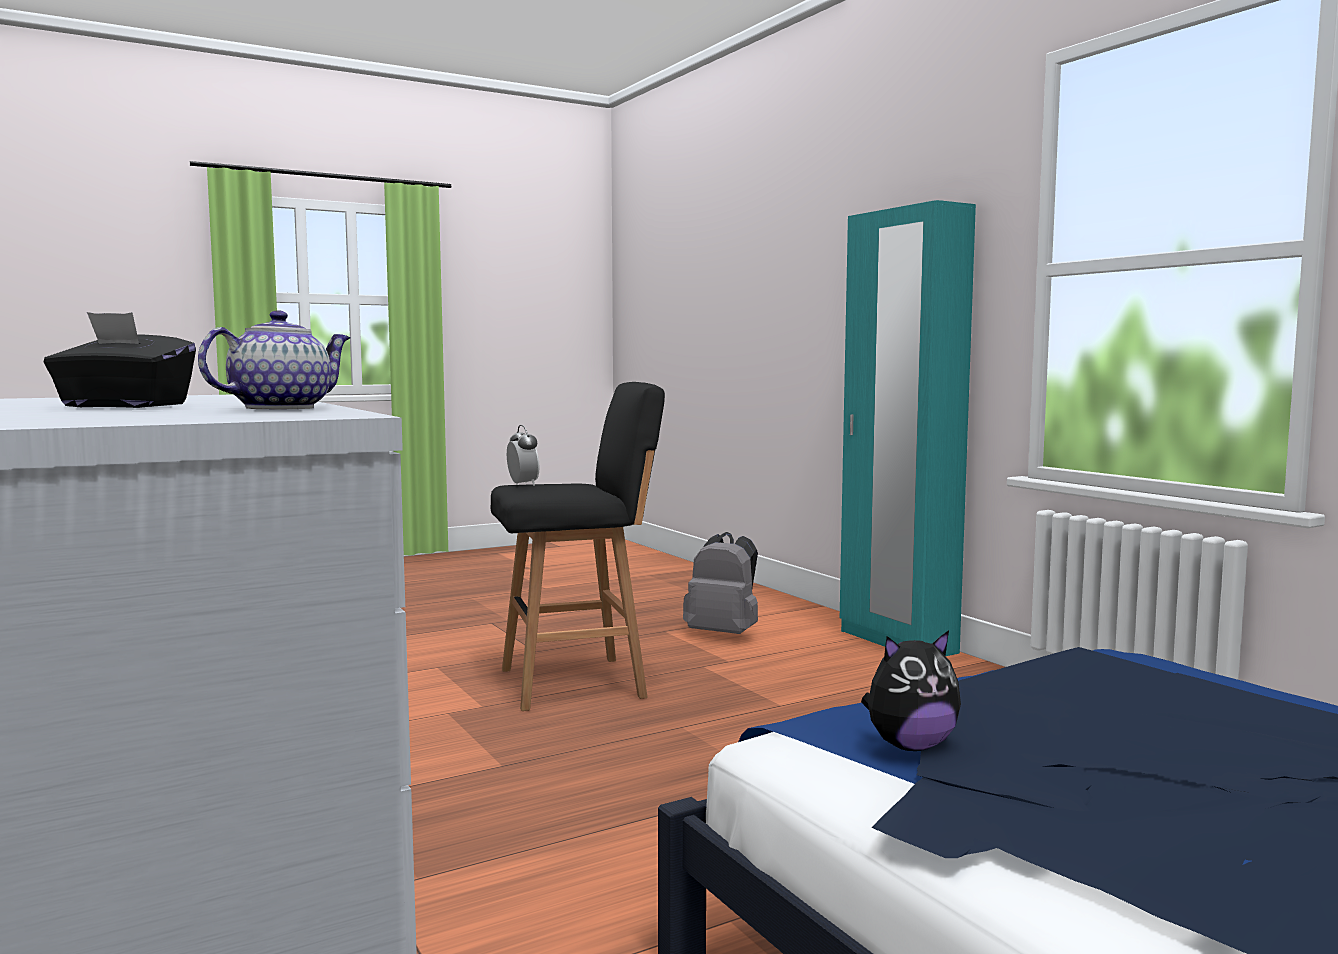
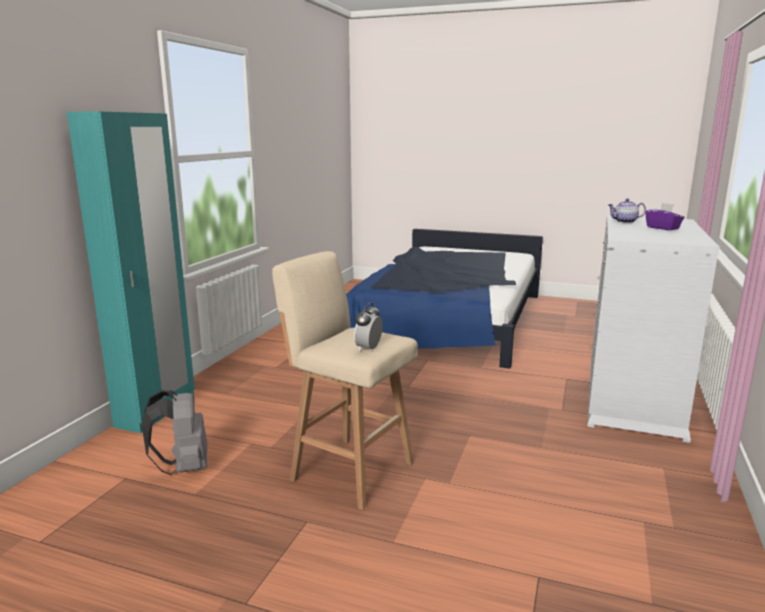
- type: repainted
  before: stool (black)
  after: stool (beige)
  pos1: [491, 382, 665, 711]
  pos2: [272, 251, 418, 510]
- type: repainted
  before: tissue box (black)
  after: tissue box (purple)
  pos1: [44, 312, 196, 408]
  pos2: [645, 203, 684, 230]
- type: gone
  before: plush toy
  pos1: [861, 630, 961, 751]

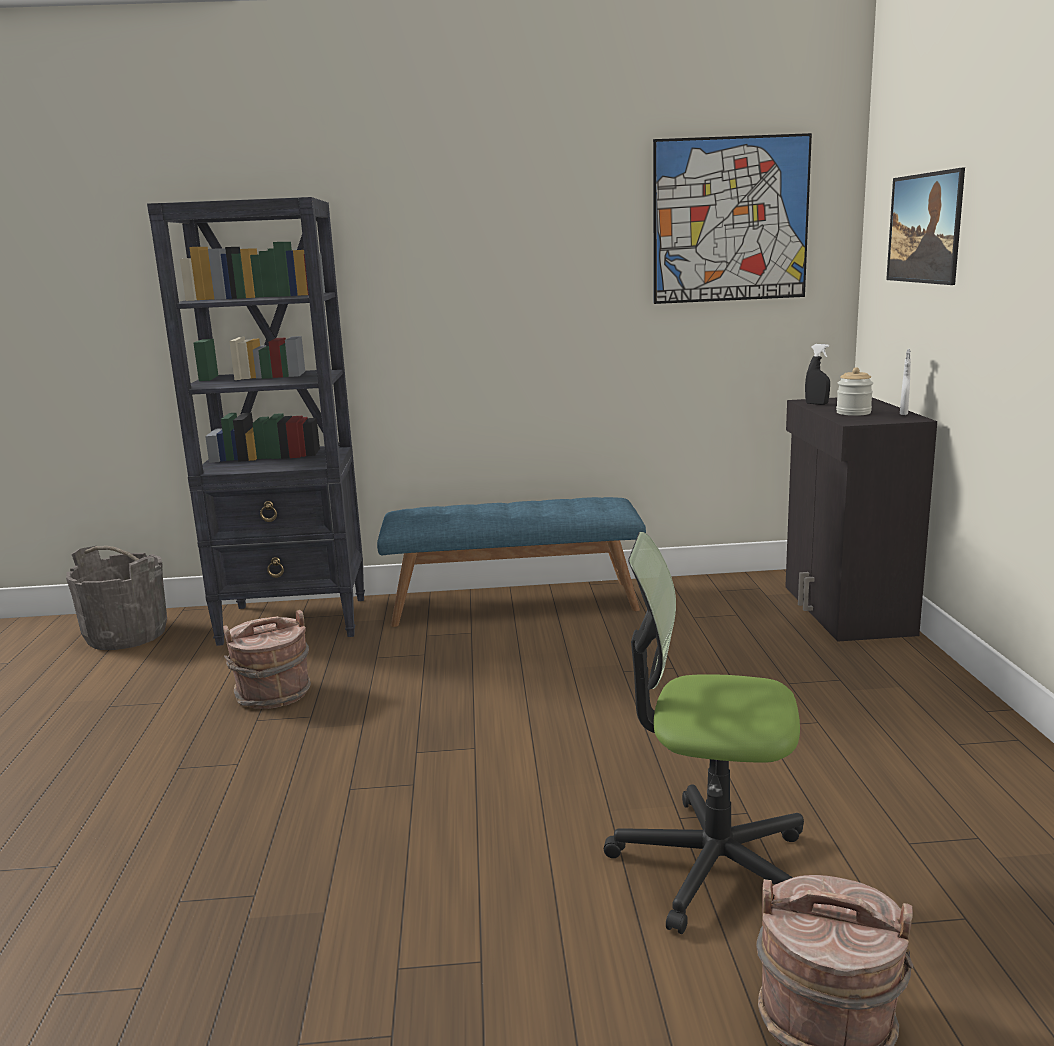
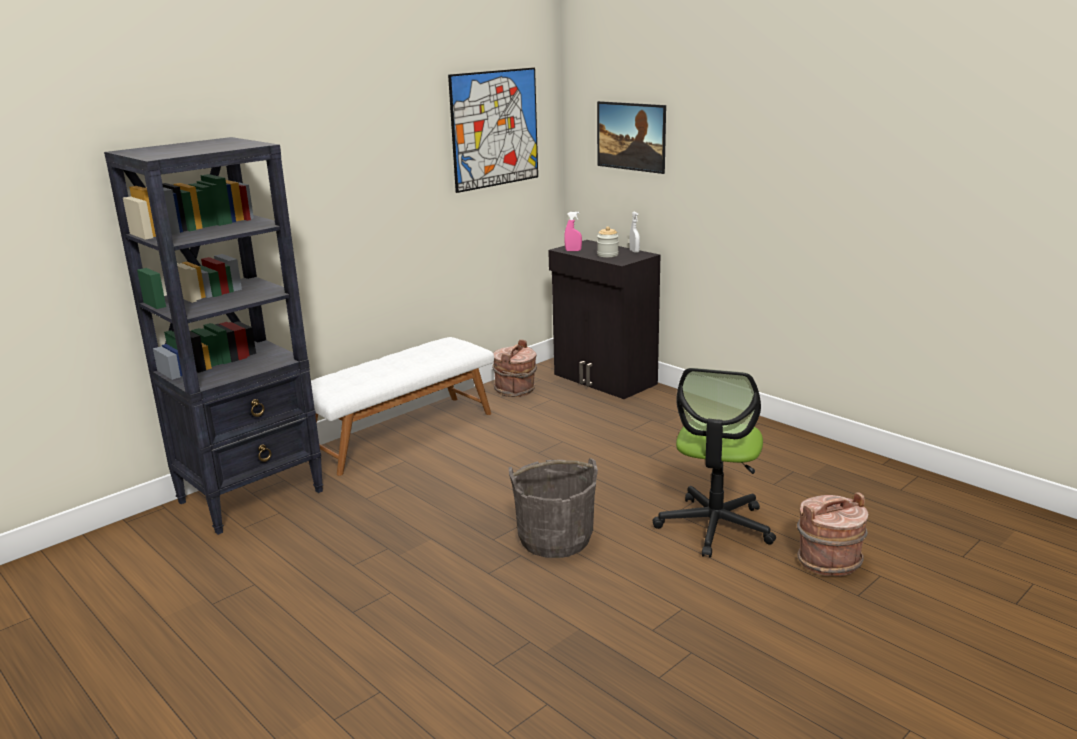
- type: repainted
  before: bench (blue)
  after: bench (white)
  pos1: [377, 497, 646, 627]
  pos2: [311, 337, 494, 476]
- type: shifted
  before: bucket (brown)
  pos1: [223, 610, 311, 709]
  pos2: [492, 339, 537, 397]
- type: shifted
  before: bucket (grey)
  pos1: [66, 546, 167, 650]
  pos2: [509, 458, 598, 558]
- type: repainted
  before: spray bottle (black)
  after: spray bottle (pink)
  pos1: [805, 344, 830, 405]
  pos2: [564, 212, 582, 251]
- type: rotated
  before: office chair
  pos1: [604, 532, 804, 934]
  pos2: [652, 368, 776, 558]
  turn: -45

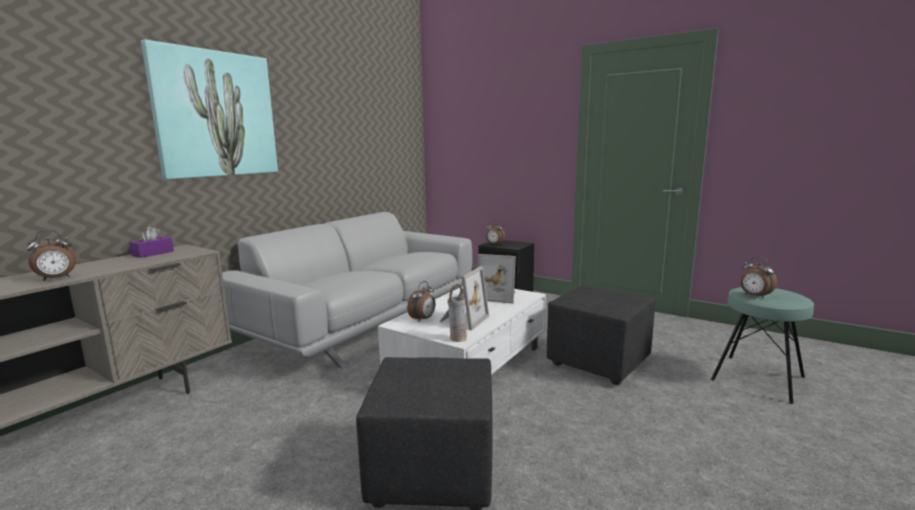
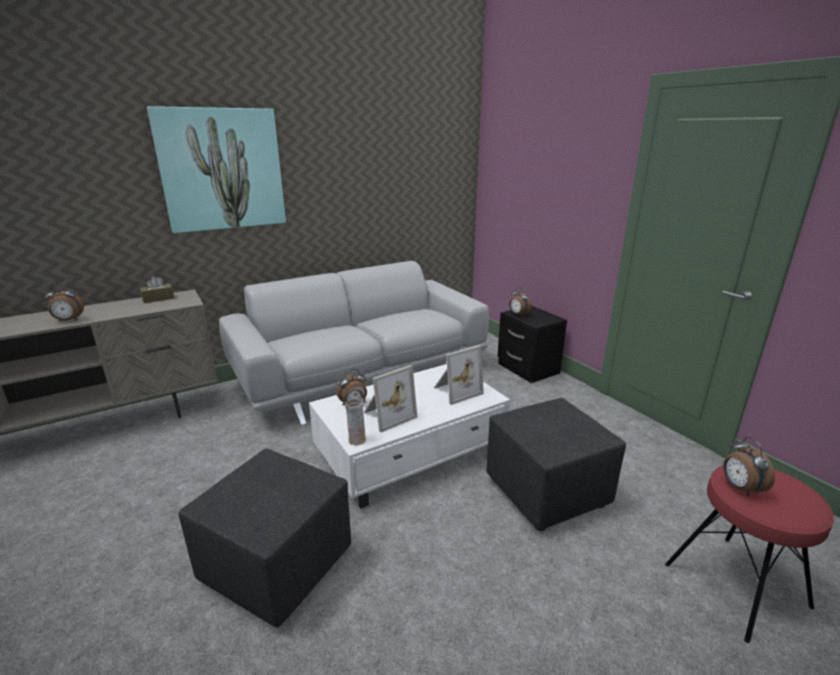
- type: repainted
  before: tissue box (purple)
  after: tissue box (brown)
  pos1: [129, 226, 174, 258]
  pos2: [140, 276, 174, 303]
- type: rotated
  before: picture frame
  pos1: [478, 254, 516, 304]
  pos2: [434, 345, 484, 405]
  turn: -75
- type: repainted
  before: stool (turquoise)
  after: stool (red)
  pos1: [711, 287, 814, 404]
  pos2: [665, 465, 834, 643]

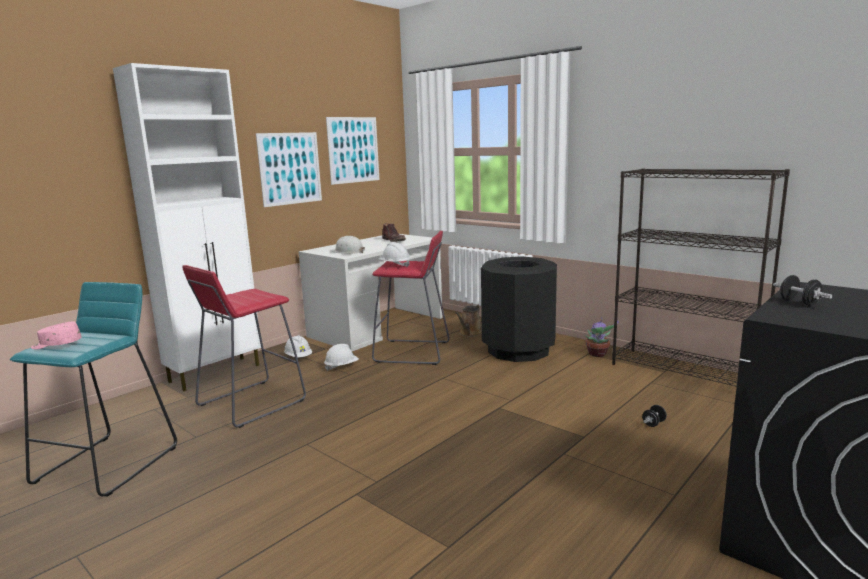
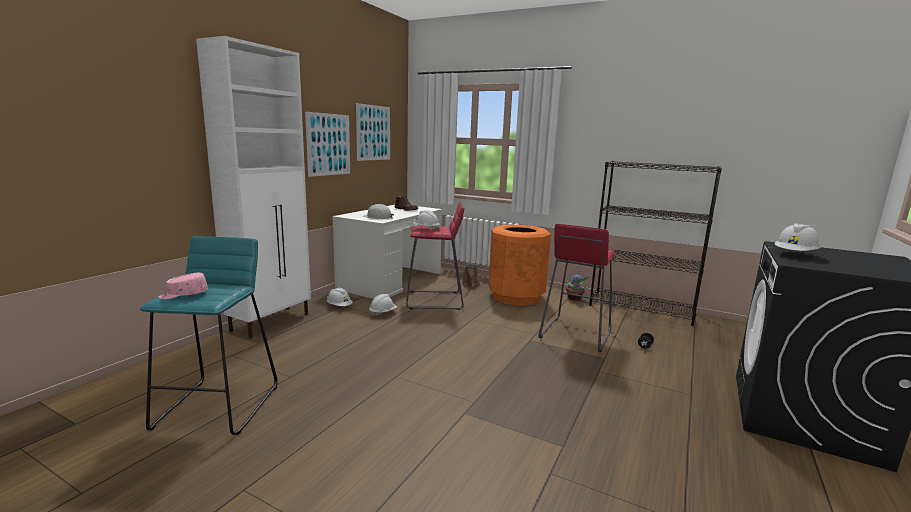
- type: repainted
  before: trash can (black)
  after: trash can (orange)
  pos1: [481, 257, 557, 362]
  pos2: [489, 224, 551, 306]
- type: shifted
  before: stool (red)
  pos1: [182, 265, 306, 428]
  pos2: [539, 224, 616, 352]
- type: swapped
  before: dumbbell (black)
  after: hard hat (white)
  pos1: [773, 275, 832, 306]
  pos2: [775, 223, 820, 252]

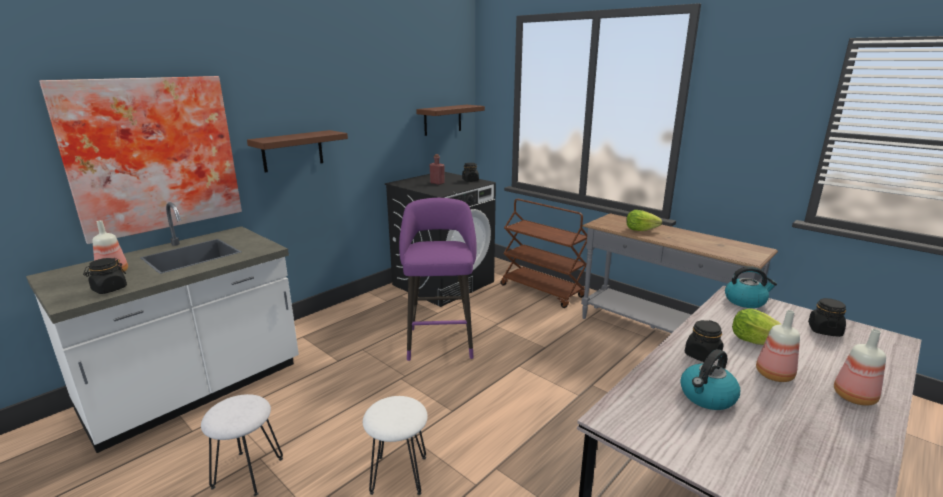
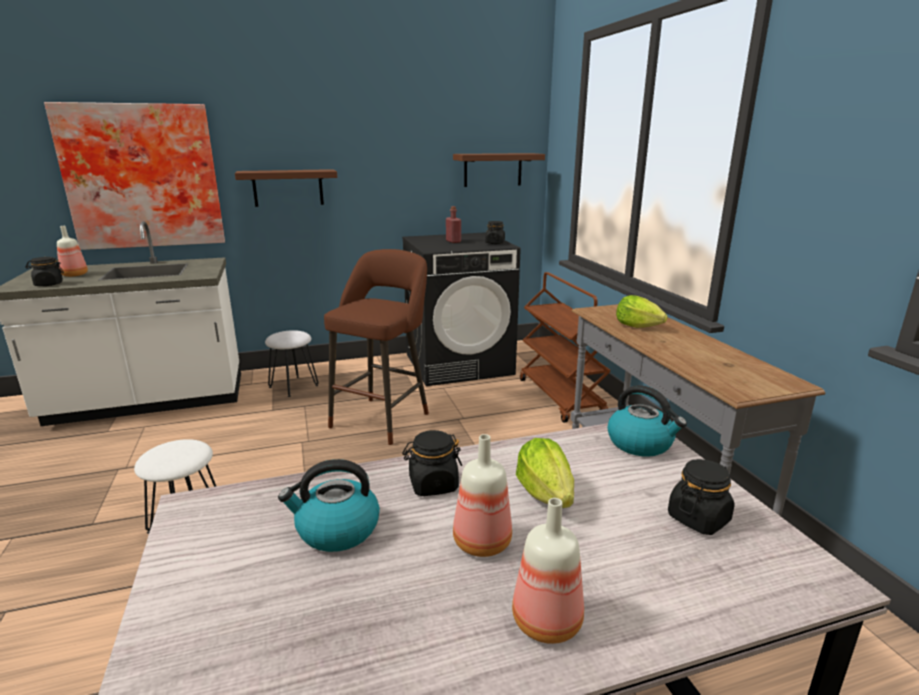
- type: shifted
  before: stool (white)
  pos1: [201, 394, 283, 496]
  pos2: [265, 330, 319, 397]
- type: repainted
  before: stool (purple)
  after: stool (brown)
  pos1: [399, 198, 477, 361]
  pos2: [324, 249, 429, 445]

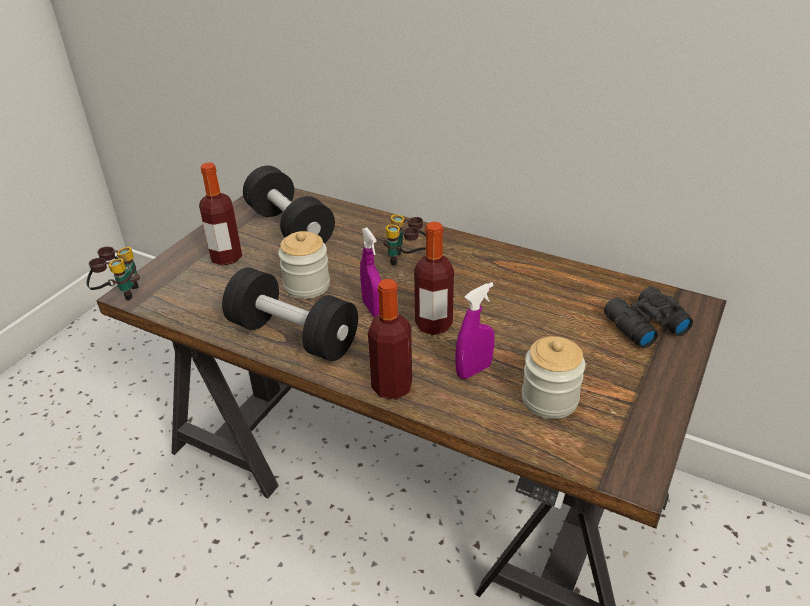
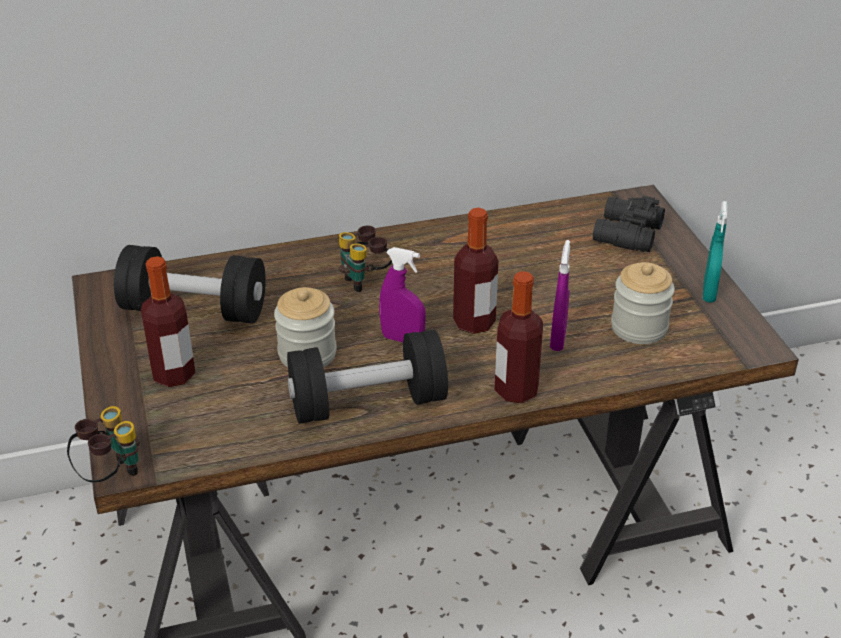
- type: new
  after: spray bottle (turquoise)
  pos2: [703, 201, 728, 302]

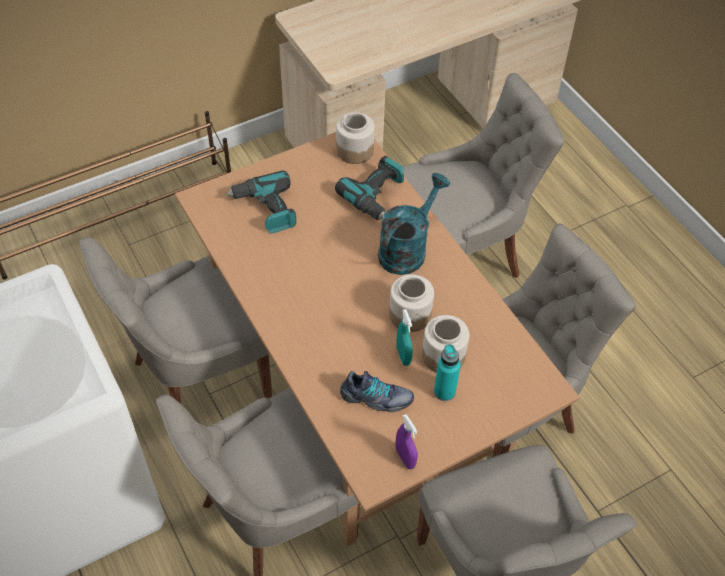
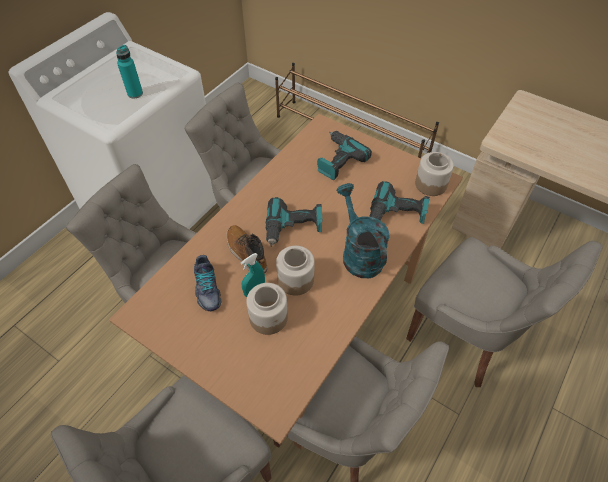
- type: shifted
  before: bottle (turquoise)
  pos1: [434, 344, 461, 401]
  pos2: [116, 45, 143, 99]
- type: new
  after: boot
  pos2: [227, 225, 268, 274]
- type: new
  after: power drill
  pos2: [265, 197, 323, 247]
- type: rotated
  before: watering can (turquoise)
  pos1: [378, 173, 450, 275]
  pos2: [336, 183, 390, 278]
  turn: -120
- type: gone
  before: spray bottle (purple)
  pos1: [395, 414, 418, 469]

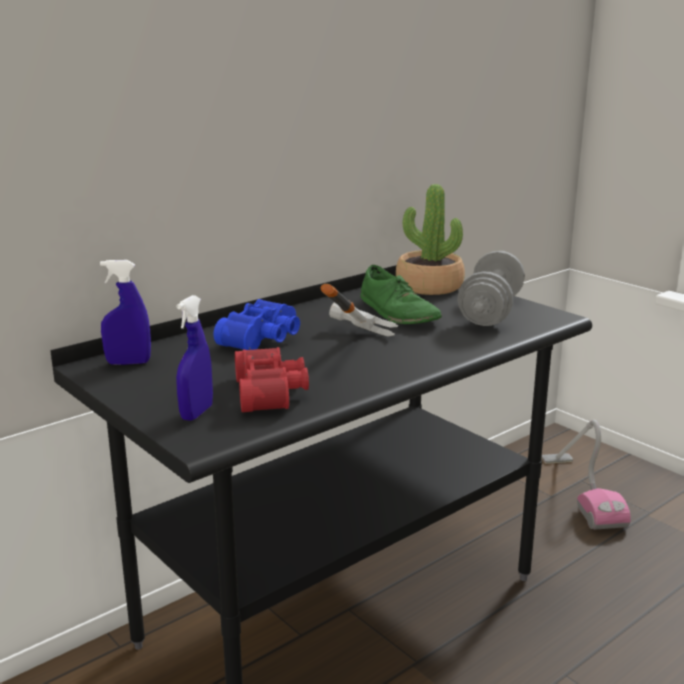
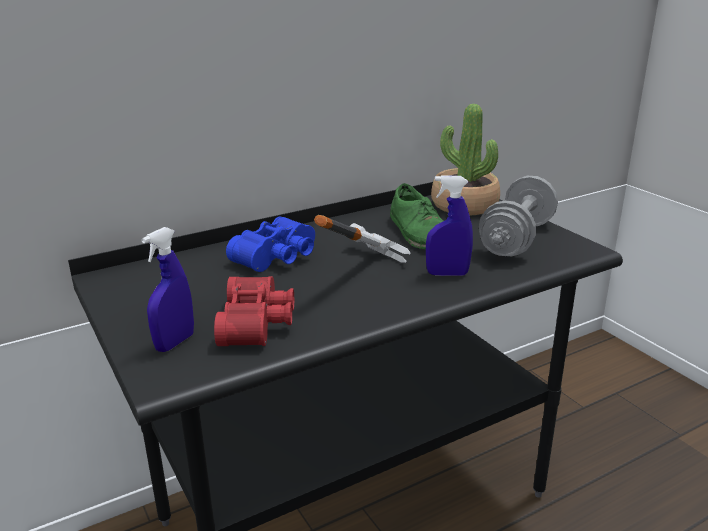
- type: shifted
  before: spray bottle (blue)
  pos1: [100, 260, 151, 365]
  pos2: [426, 175, 473, 276]
- type: gone
  before: vacuum cleaner
  pos1: [541, 420, 631, 530]

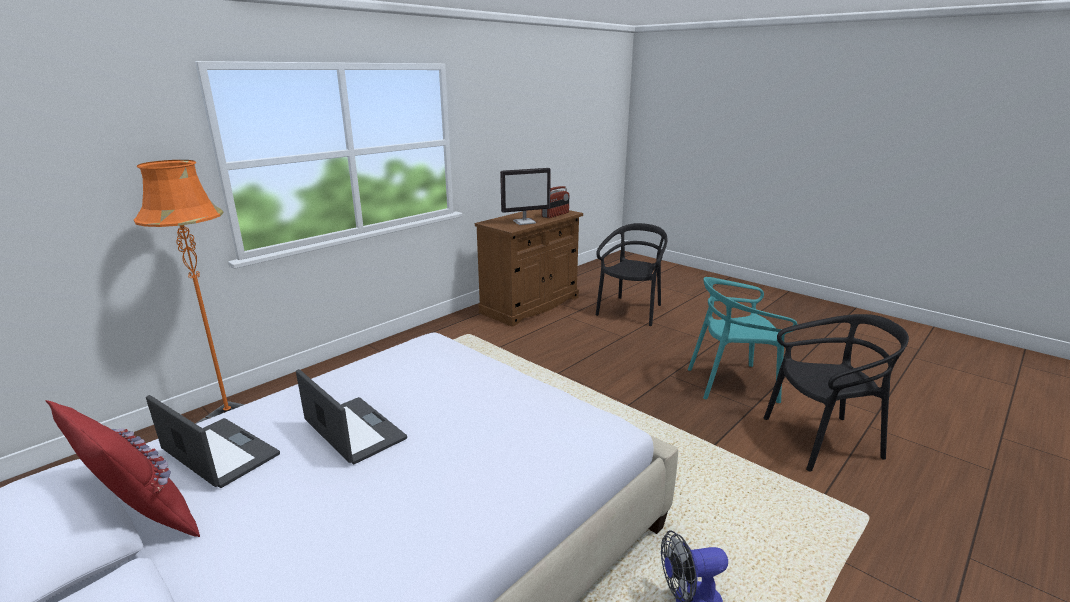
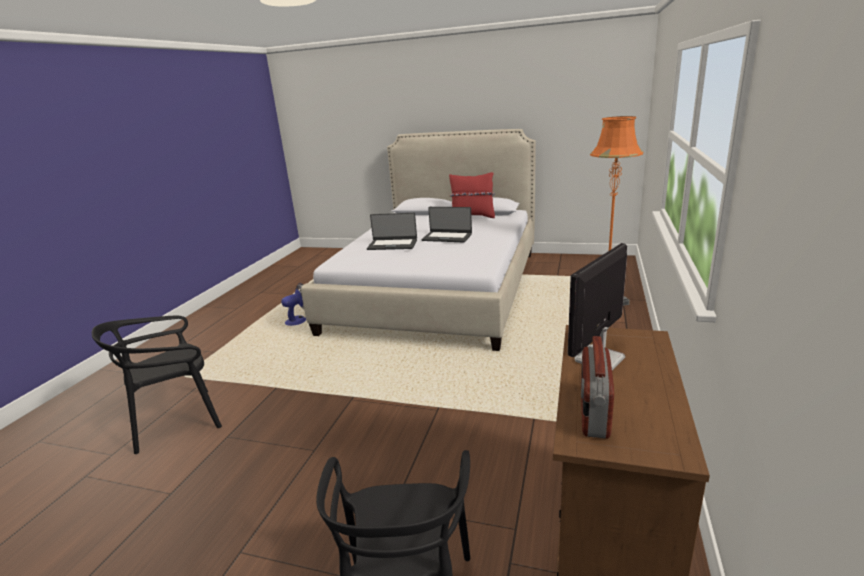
- type: shifted
  before: laptop
  pos1: [146, 395, 280, 488]
  pos2: [367, 213, 417, 250]
- type: gone
  before: chair (turquoise)
  pos1: [688, 277, 798, 403]

